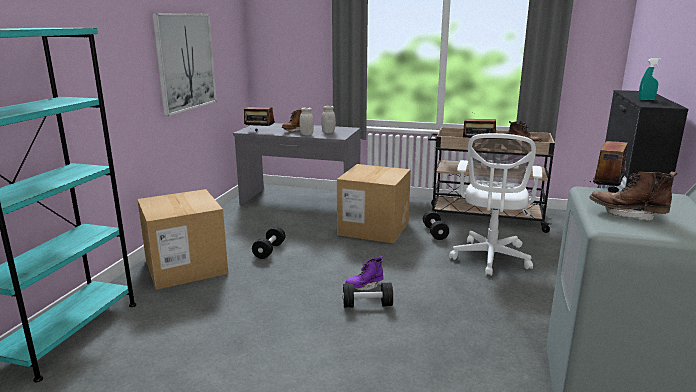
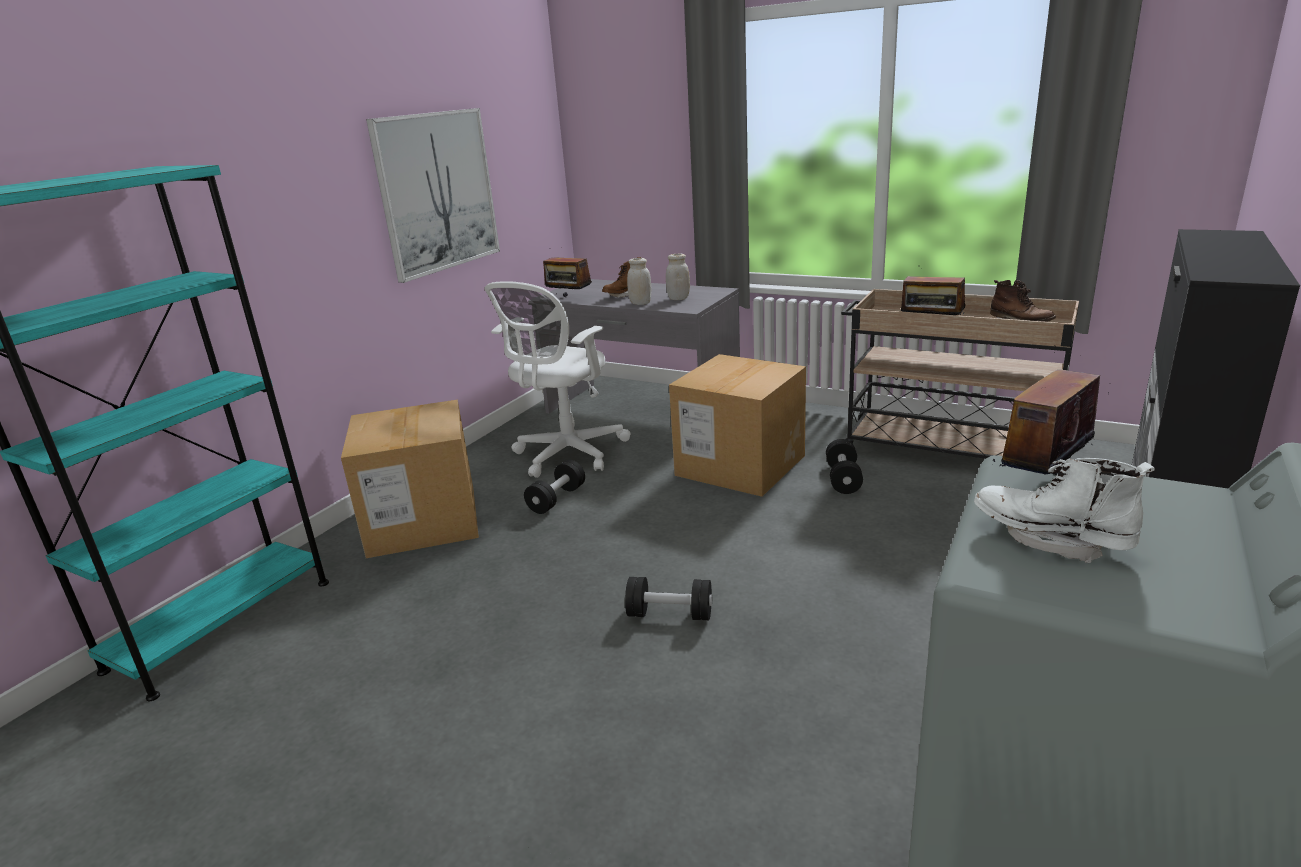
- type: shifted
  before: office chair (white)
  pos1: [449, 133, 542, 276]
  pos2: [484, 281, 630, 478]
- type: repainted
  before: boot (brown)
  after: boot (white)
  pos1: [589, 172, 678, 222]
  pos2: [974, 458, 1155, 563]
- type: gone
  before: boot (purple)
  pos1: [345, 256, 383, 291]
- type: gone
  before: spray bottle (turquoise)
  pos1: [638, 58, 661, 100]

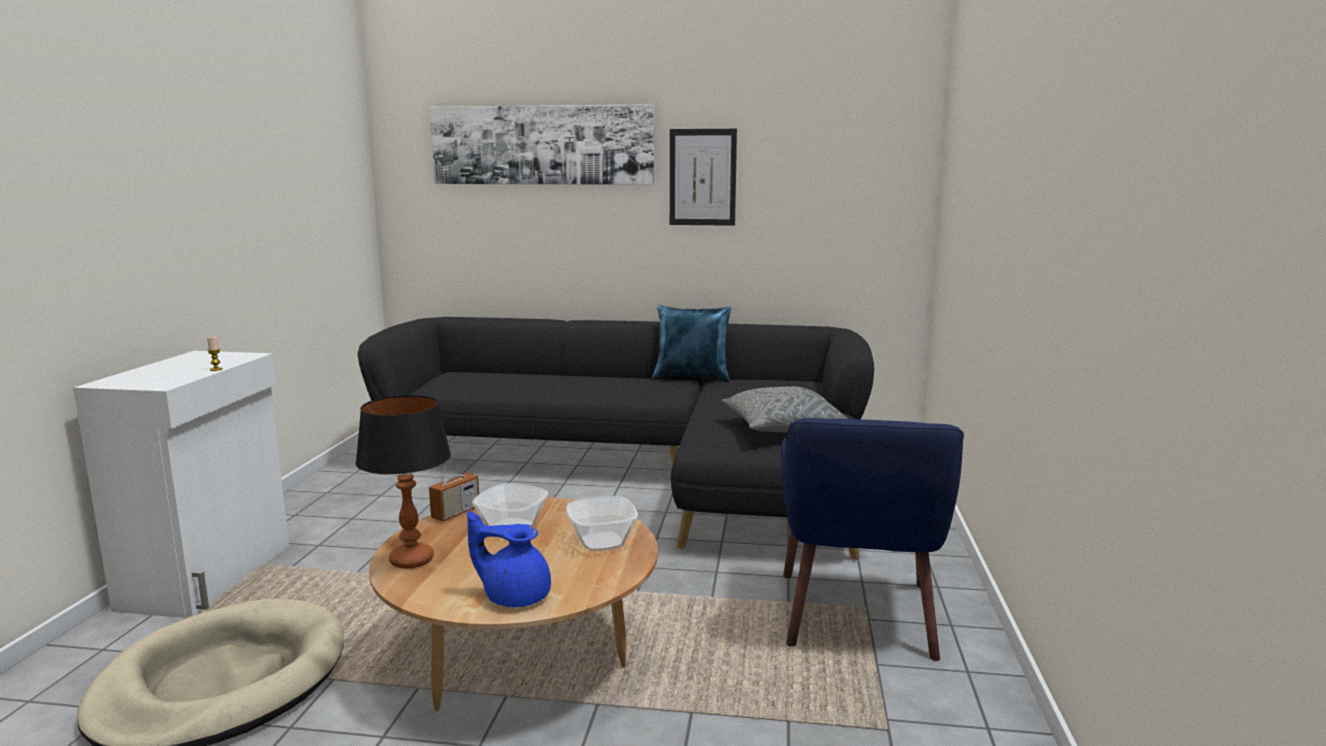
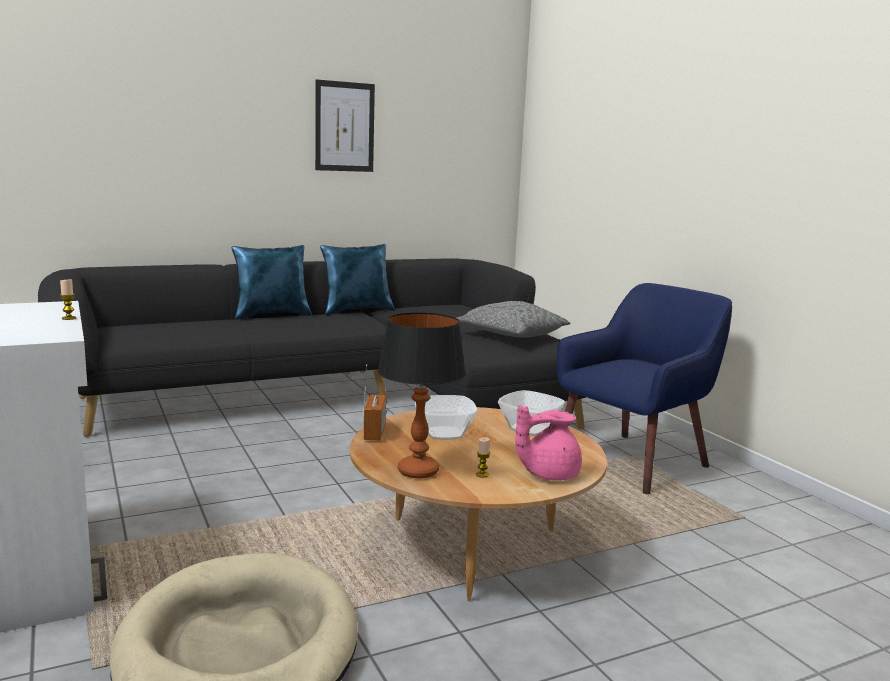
- type: new
  after: pillow (blue)
  pos2: [232, 245, 312, 319]
- type: new
  after: candle
  pos2: [476, 437, 490, 478]
- type: repainted
  before: teapot (blue)
  after: teapot (pink)
  pos1: [467, 511, 551, 607]
  pos2: [515, 405, 582, 480]
- type: rotated
  before: armchair (blue)
  pos1: [781, 418, 964, 661]
  pos2: [557, 283, 732, 494]
  turn: -105
- type: gone
  before: picture
  pos1: [430, 104, 654, 185]

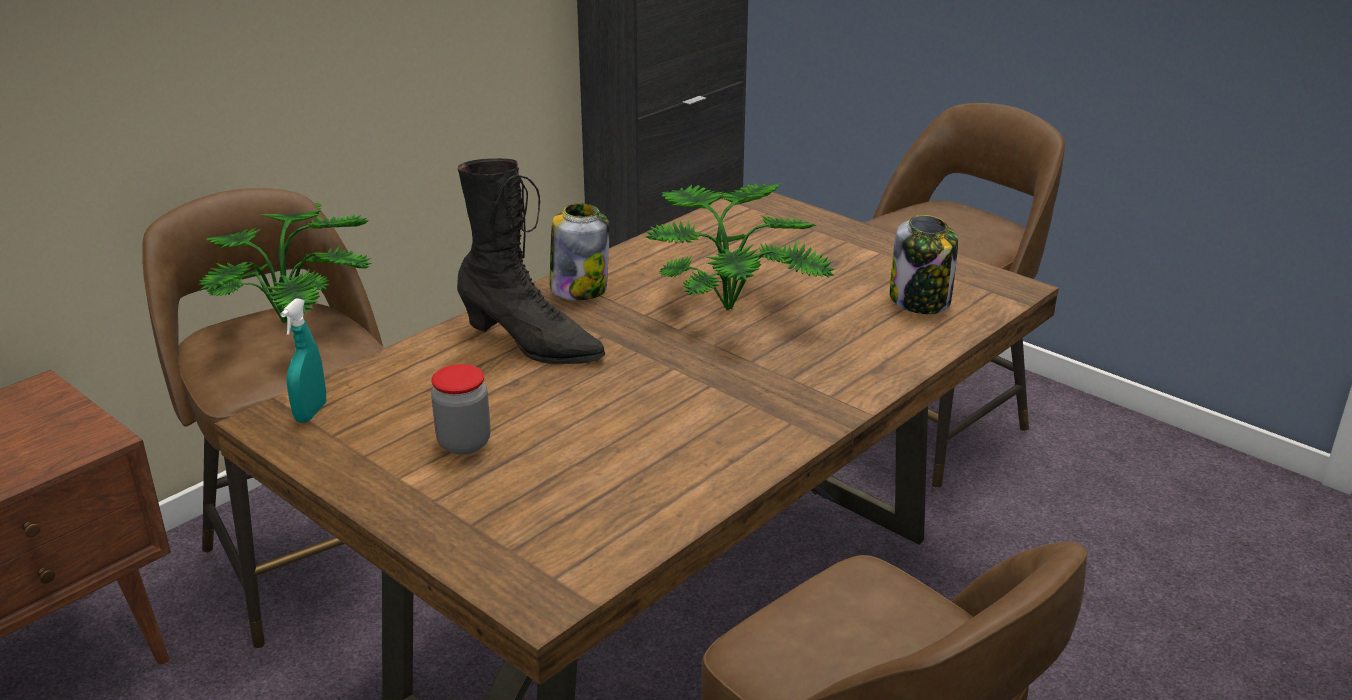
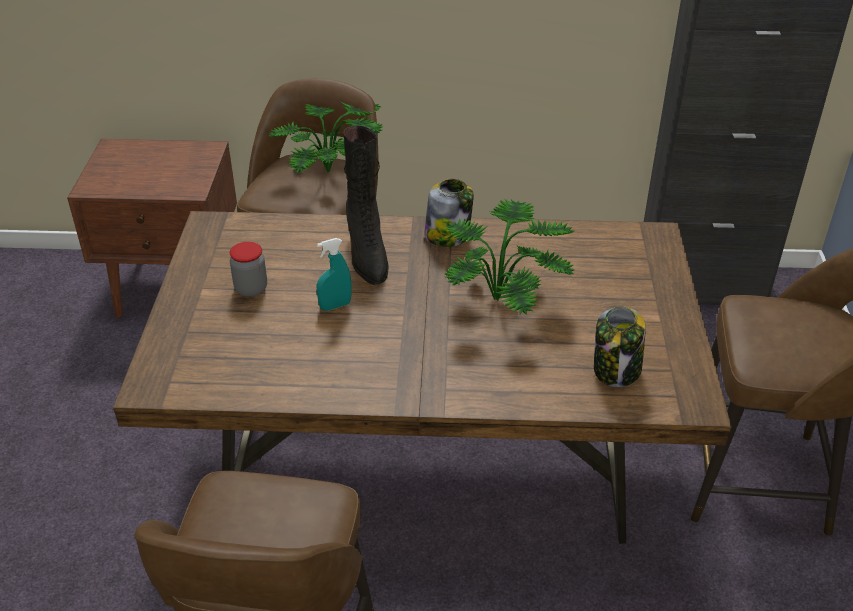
- type: shifted
  before: spray bottle (turquoise)
  pos1: [280, 298, 326, 423]
  pos2: [317, 238, 351, 311]

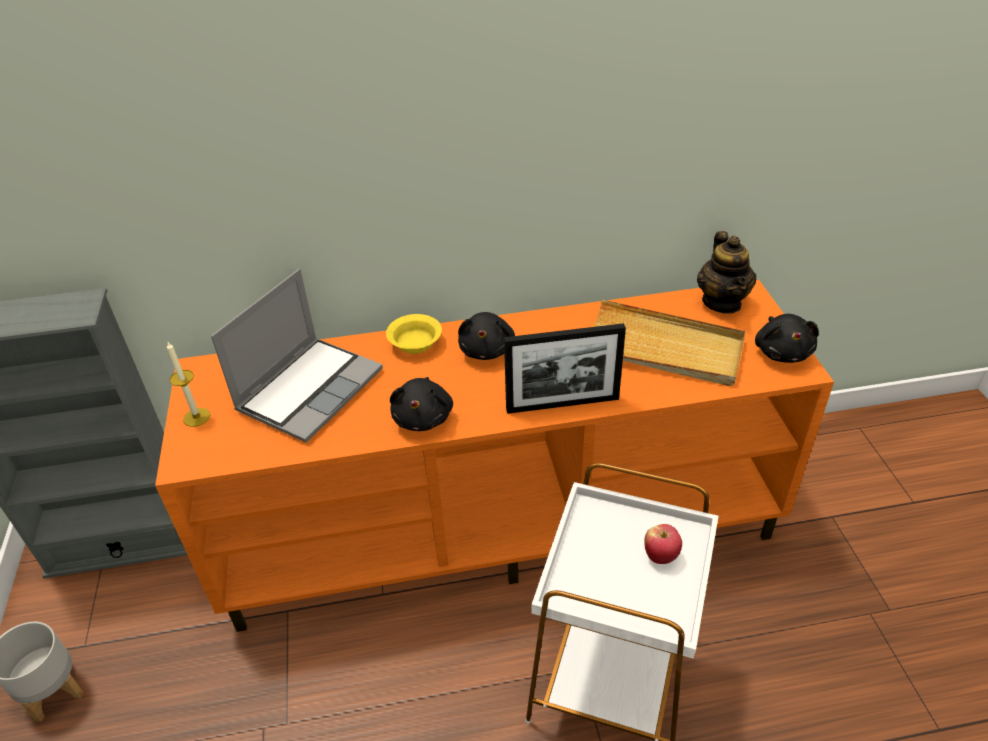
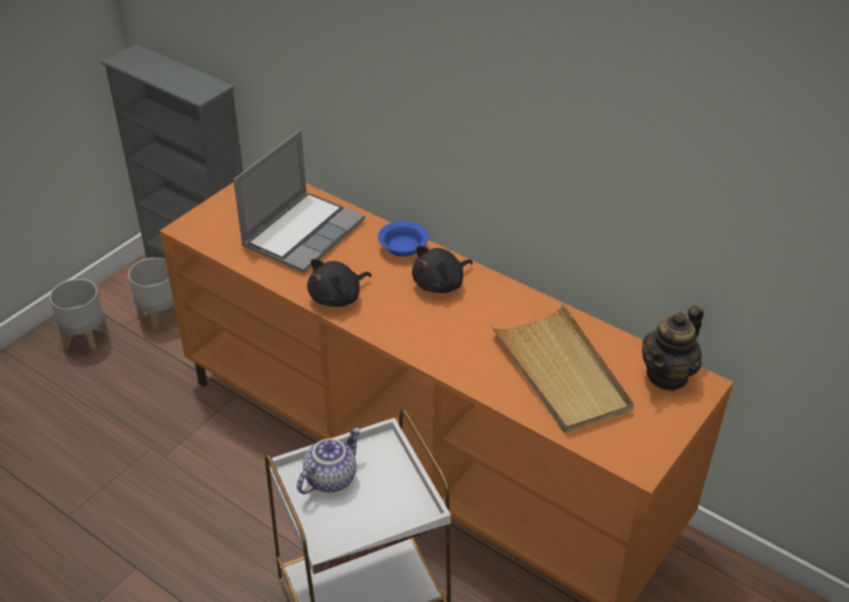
- type: new
  after: planter (grey)
  pos2: [128, 257, 176, 333]
- type: rotated
  before: laptop
  pos1: [211, 269, 383, 443]
  pos2: [233, 130, 365, 273]
  turn: -45
- type: new
  after: teapot
  pos2: [297, 428, 361, 494]
- type: repainted
  before: bowl (yellow)
  after: bowl (blue)
  pos1: [386, 314, 442, 354]
  pos2: [378, 221, 429, 257]
- type: gone
  before: candle
  pos1: [167, 342, 210, 427]
- type: gone
  before: picture frame
  pos1: [504, 323, 626, 414]
- type: gone
  before: apple
  pos1: [644, 524, 682, 564]
- type: gone
  before: plush toy (black)
  pos1: [755, 314, 819, 363]

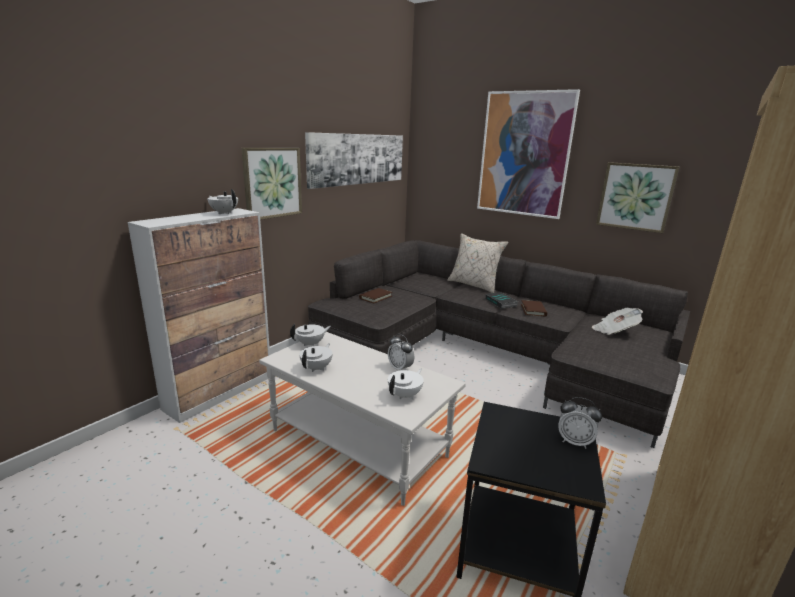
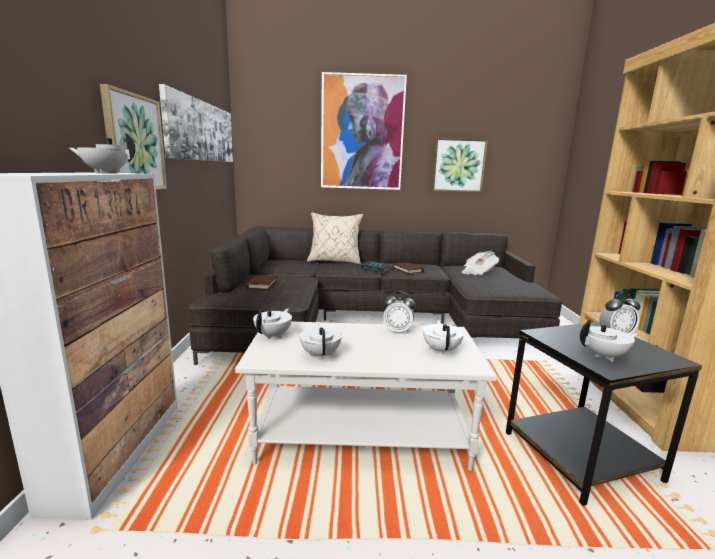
- type: new
  after: teapot (white)
  pos2: [580, 320, 639, 362]

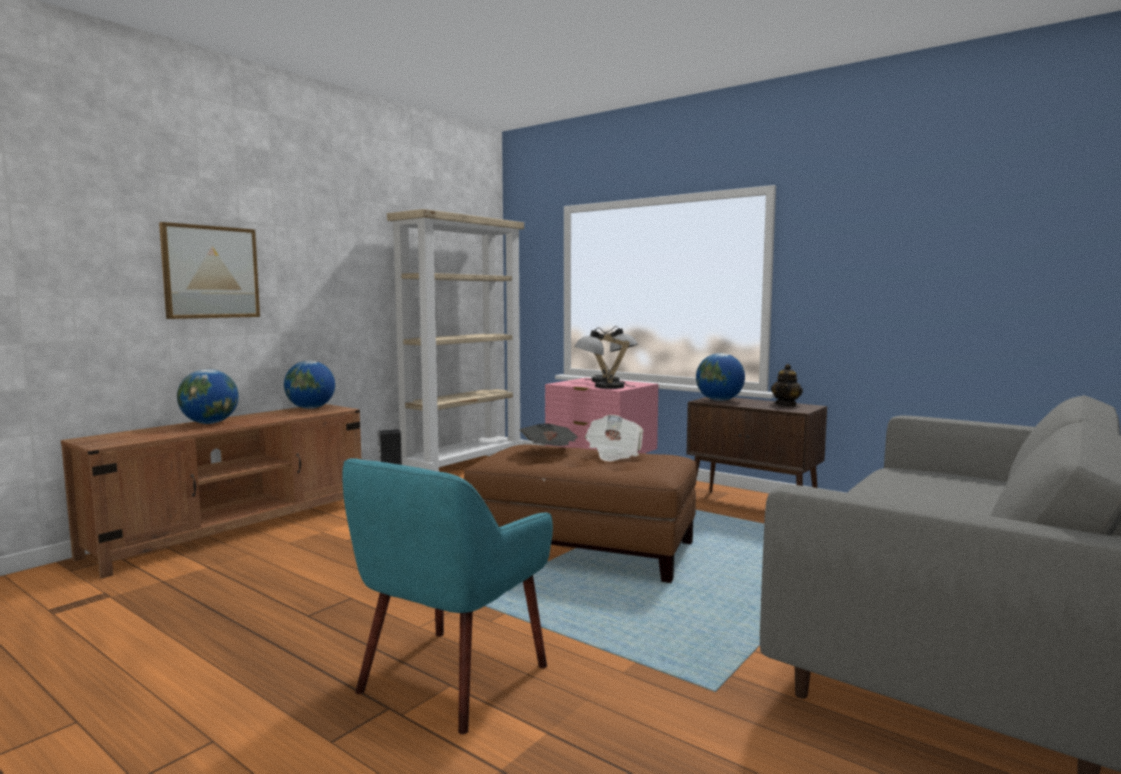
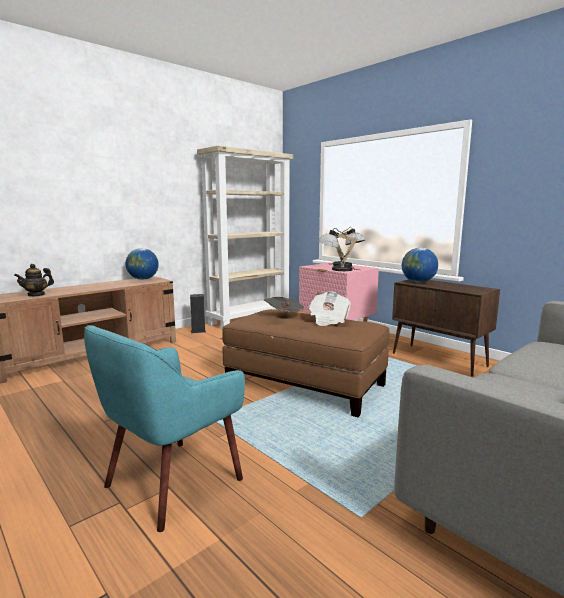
- type: shifted
  before: teapot
  pos1: [771, 364, 803, 407]
  pos2: [14, 264, 54, 297]
- type: gone
  before: picture
  pos1: [159, 222, 260, 319]
- type: gone
  before: globe
  pos1: [177, 369, 239, 424]

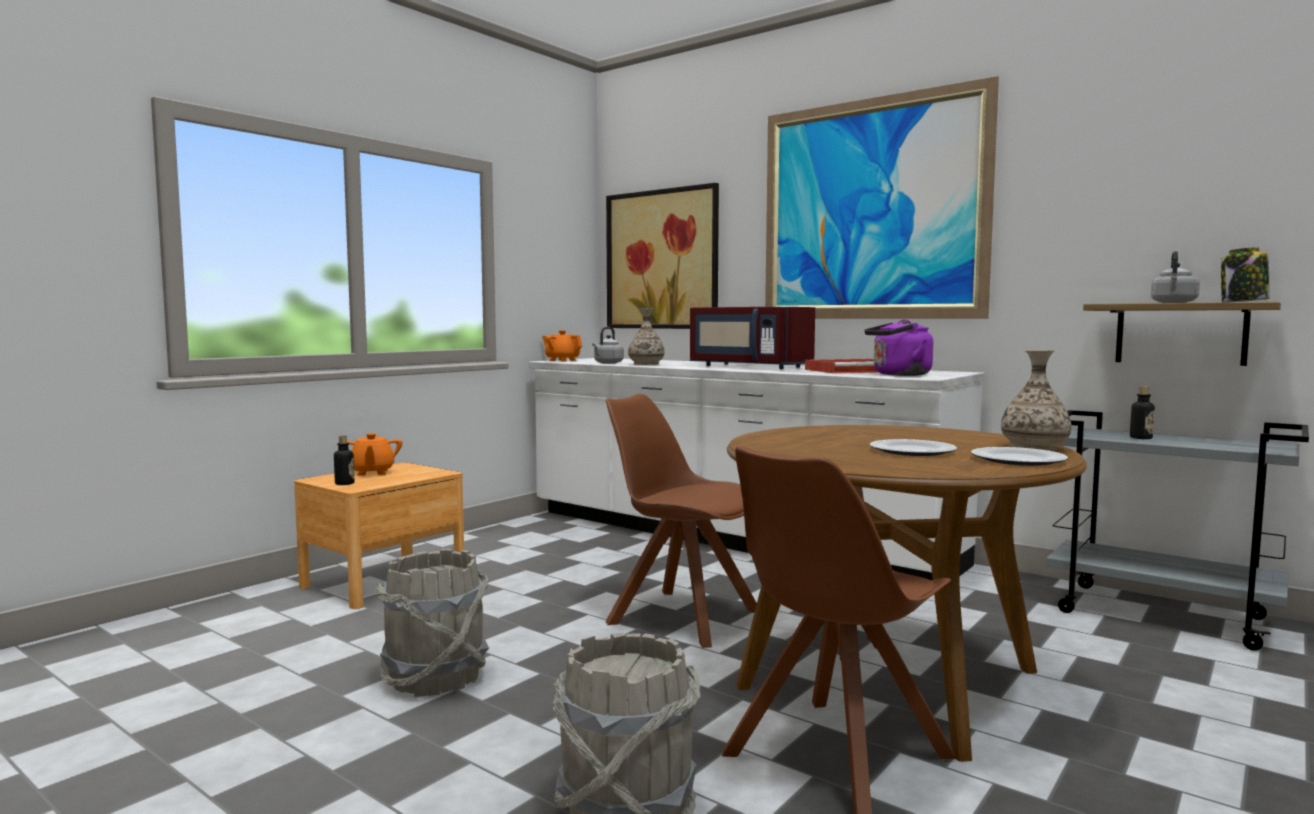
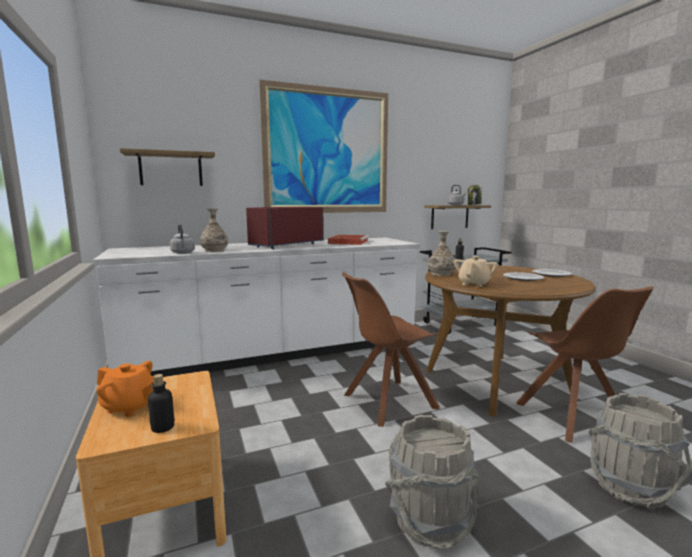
- type: swapped
  before: picture
  after: shelf
  pos1: [606, 183, 719, 329]
  pos2: [120, 148, 215, 186]
- type: rotated
  before: microwave (red)
  pos1: [690, 307, 815, 369]
  pos2: [246, 207, 324, 249]
  turn: 150
- type: shifted
  before: vase
  pos1: [1001, 350, 1072, 451]
  pos2: [428, 231, 456, 276]
- type: new
  after: teapot (beige)
  pos2: [454, 256, 498, 287]
- type: gone
  before: teapot (orange)
  pos1: [542, 330, 582, 361]
- type: gone
  before: kettle (purple)
  pos1: [864, 319, 933, 376]

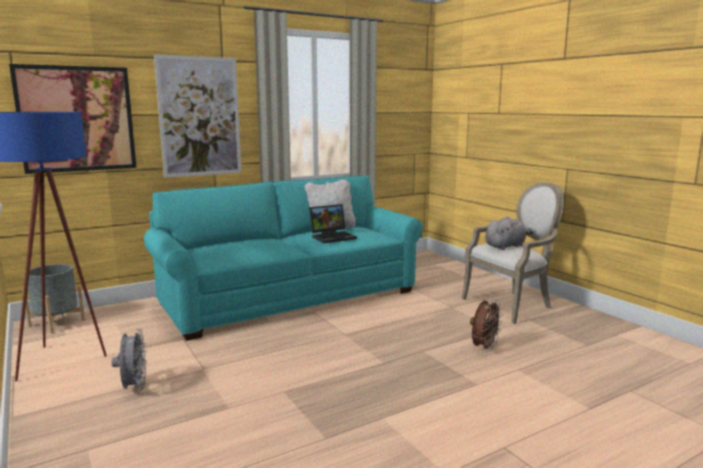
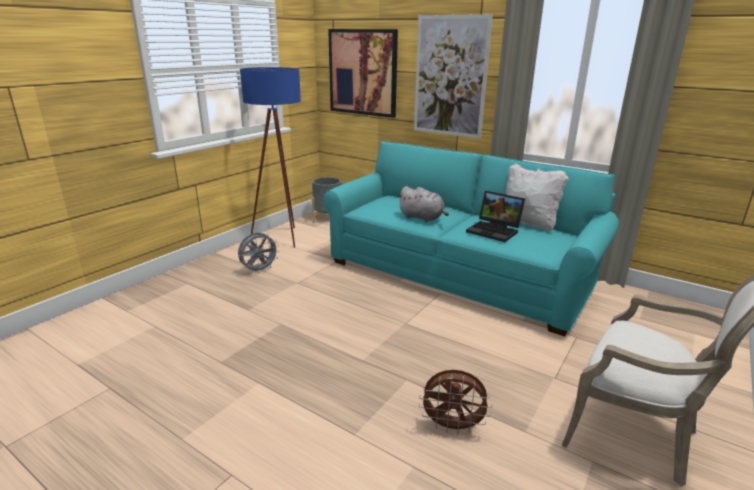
- type: shifted
  before: plush toy (grey)
  pos1: [485, 217, 533, 250]
  pos2: [398, 186, 449, 222]

